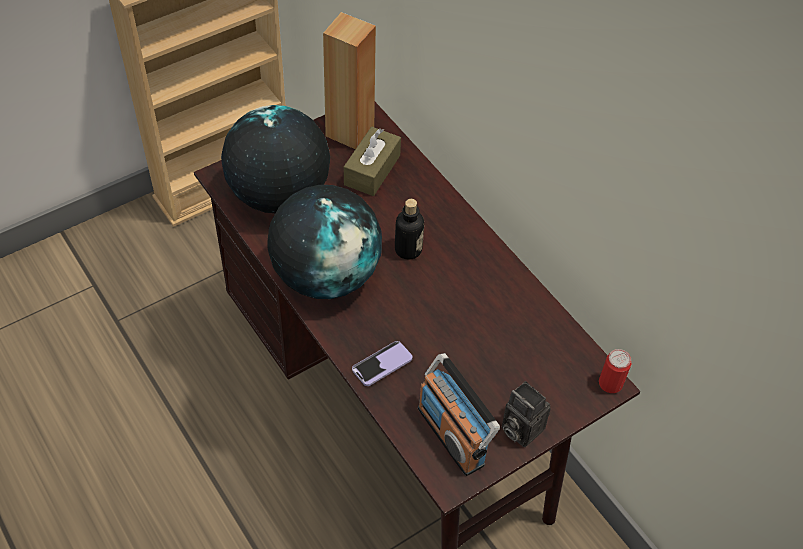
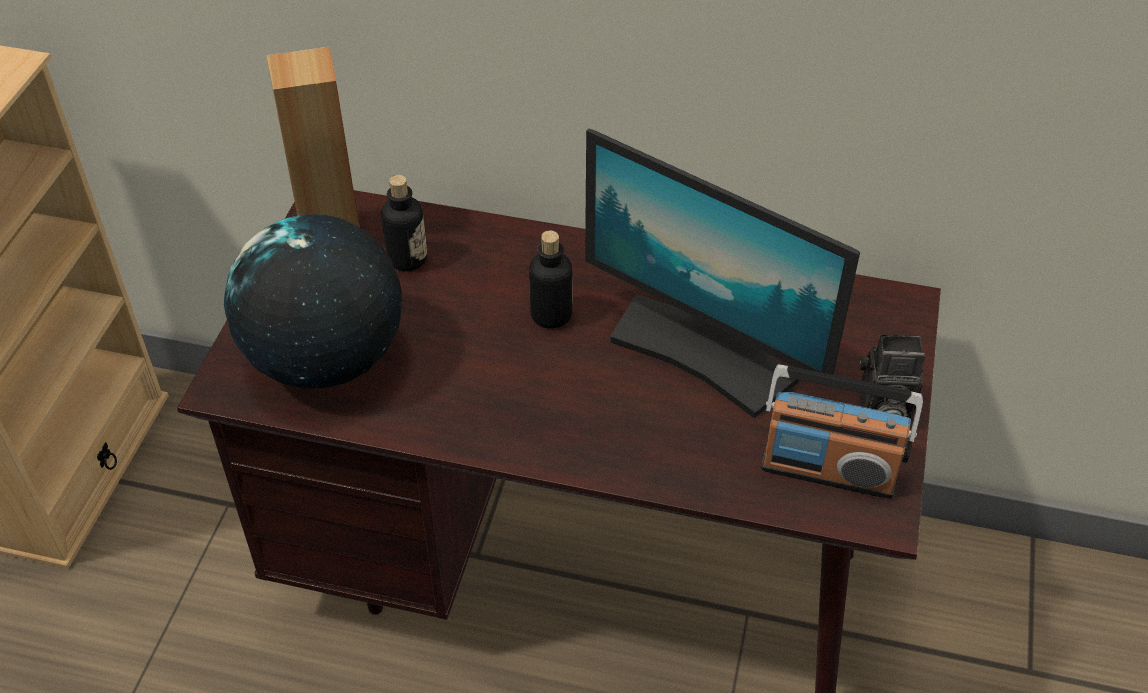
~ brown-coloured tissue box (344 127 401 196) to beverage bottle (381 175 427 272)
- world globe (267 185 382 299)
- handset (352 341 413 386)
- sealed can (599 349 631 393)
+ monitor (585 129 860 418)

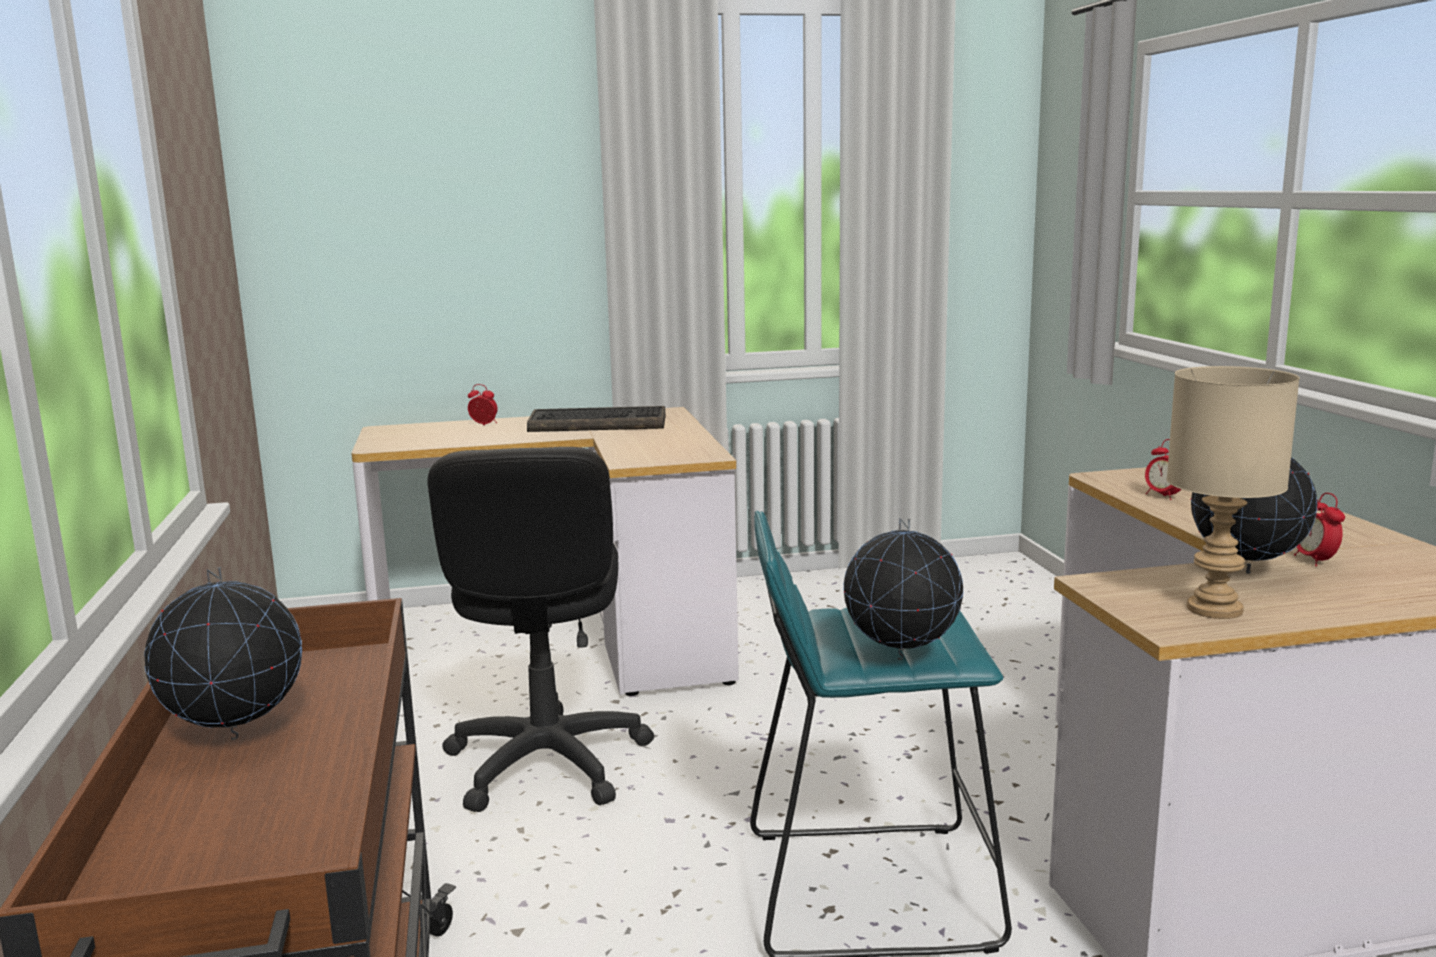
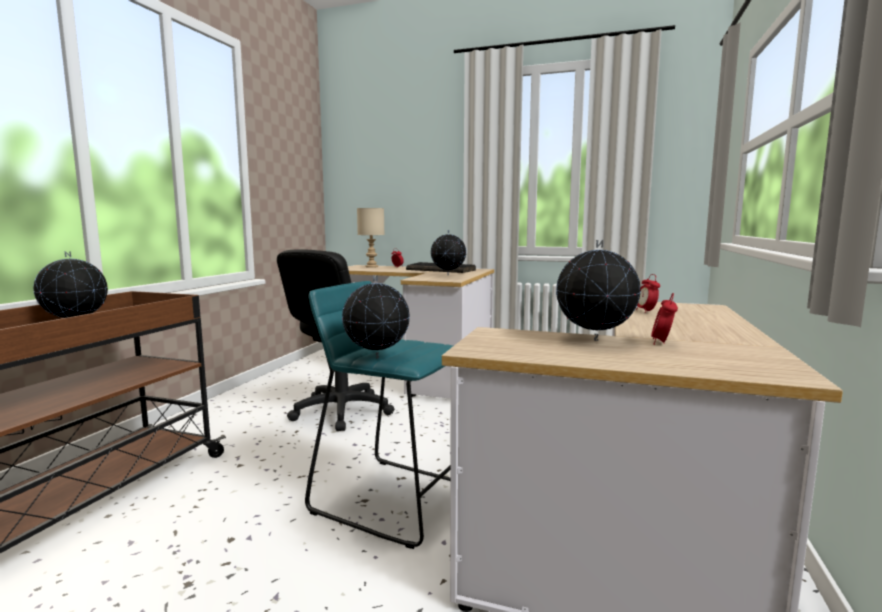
~ beige tabletop lamp (1167 366 1300 619) to (357 208 384 268)
+ world globe (431 230 466 275)

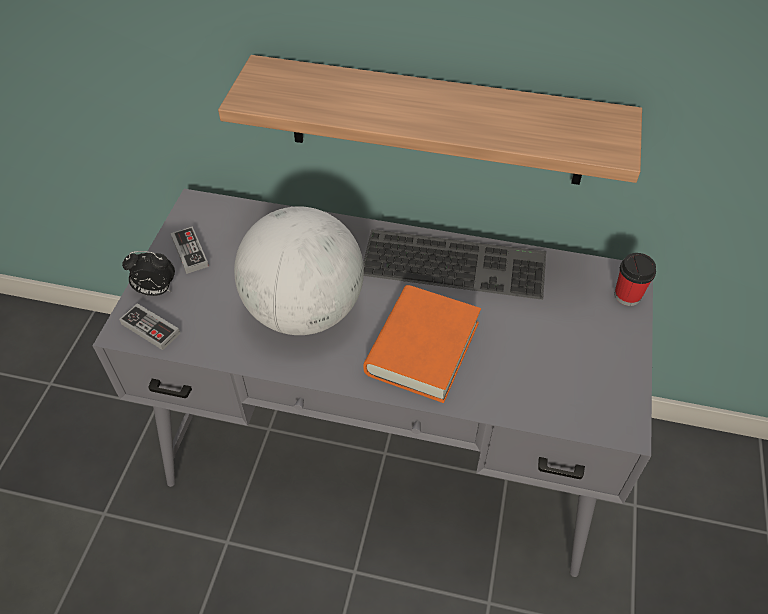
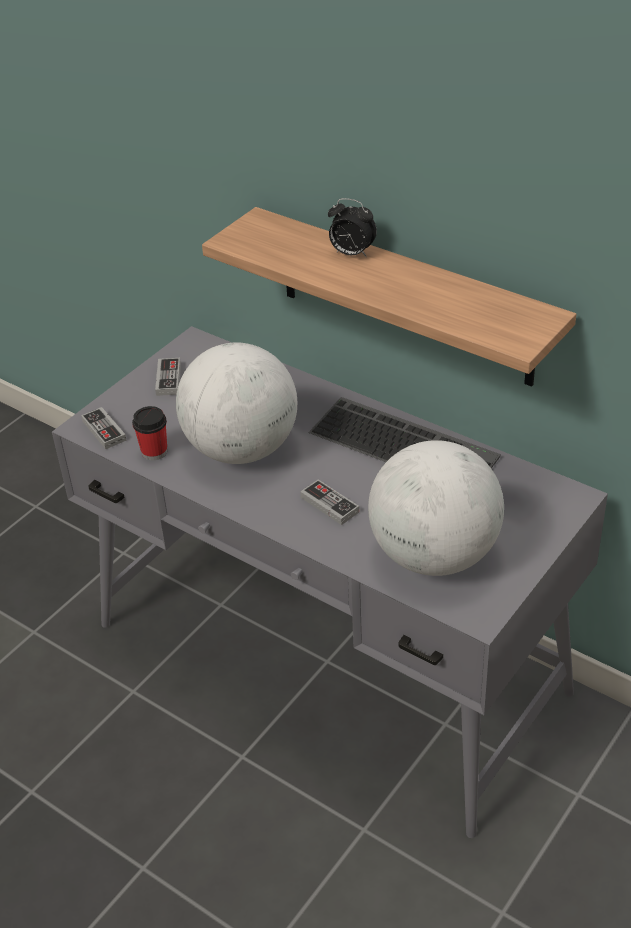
~ table clock (122 251 175 296) to (328 198 377 258)
~ small cup (614 253 656 306) to (132 406 167 460)
~ orange volume (363 285 481 403) to gamepad (300 480 359 525)
+ world globe (368 440 504 576)

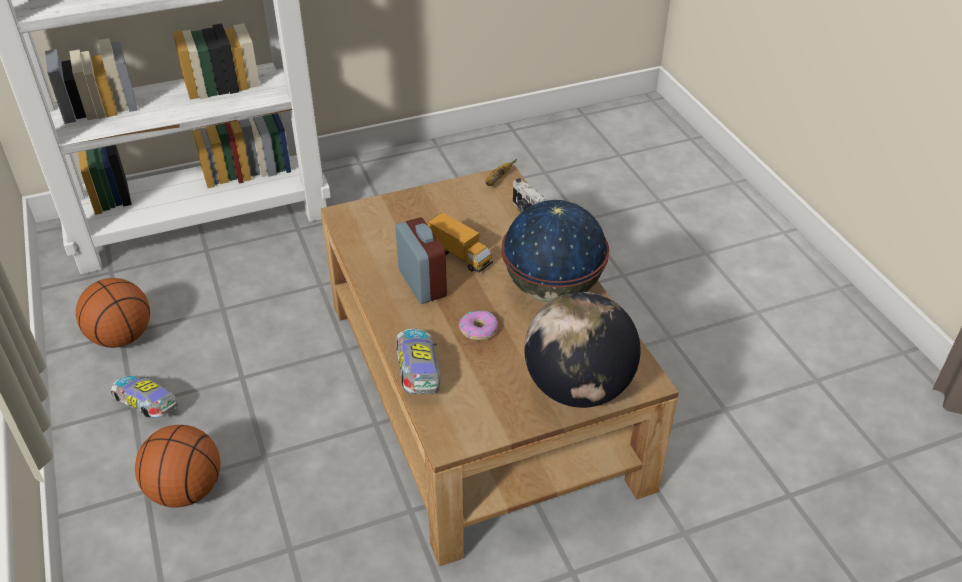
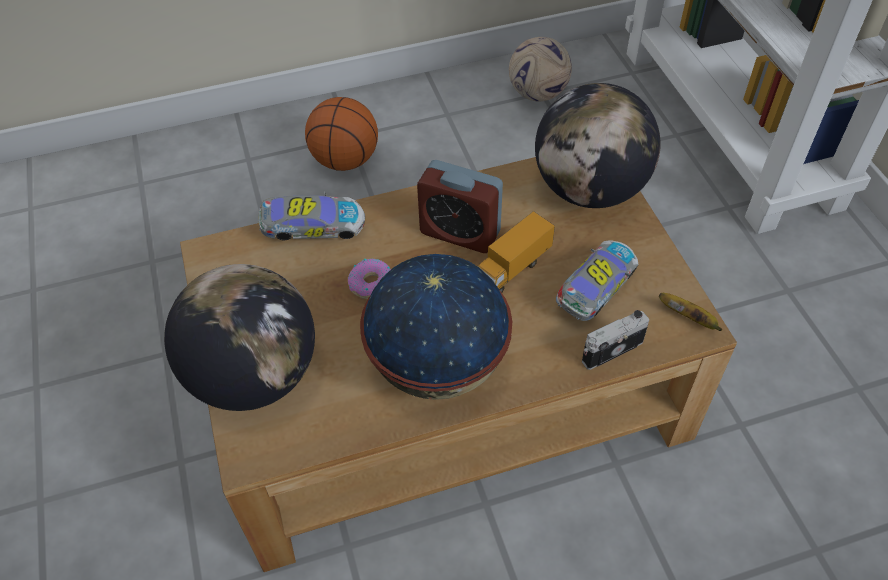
~ table clock (395 217 447 304) = (417 160 503 253) 45 degrees clockwise
~ basketball (76 278 150 348) to ball for football (509 37 572 101)
~ model car (111 375 178 418) to (556 240 639 321)
+ world globe (535 83 661 208)

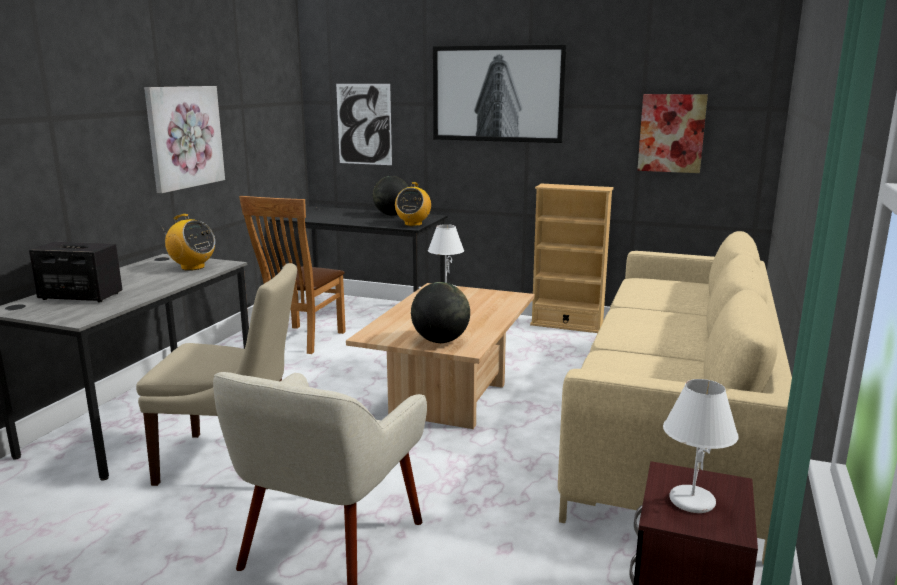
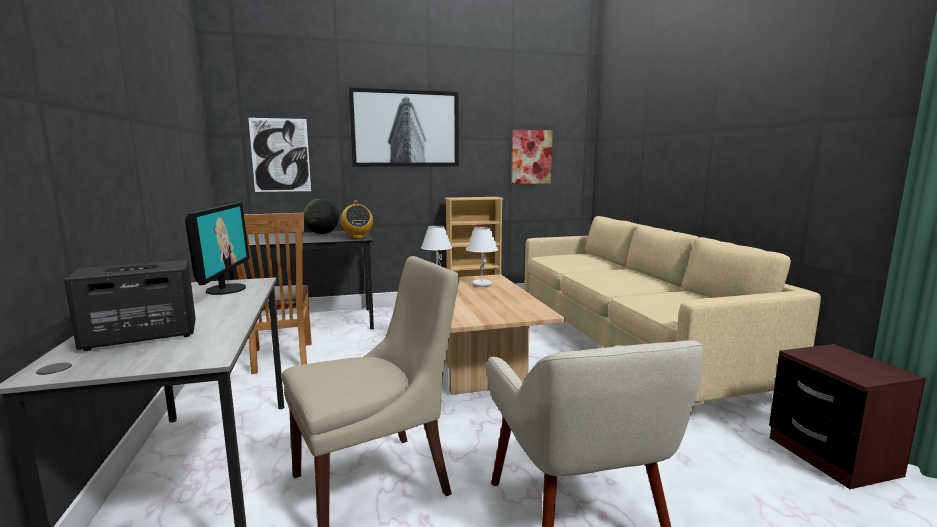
- wall picture (144 86 225 193)
~ radio receiver (160 214 215 271) to monitor (185 202 250 295)
- world globe (411 282 470 343)
~ white-coloured tabletop lamp (663 379 739 513) to (466 227 498 287)

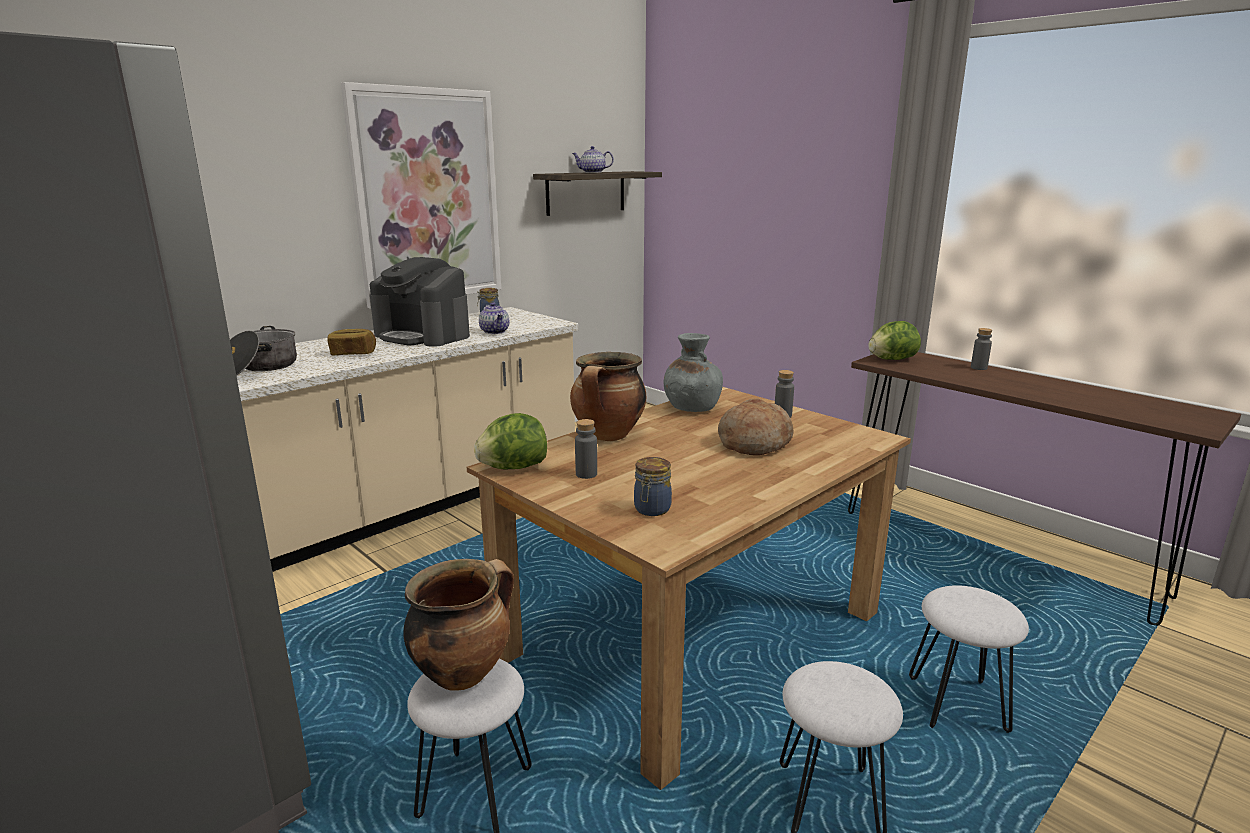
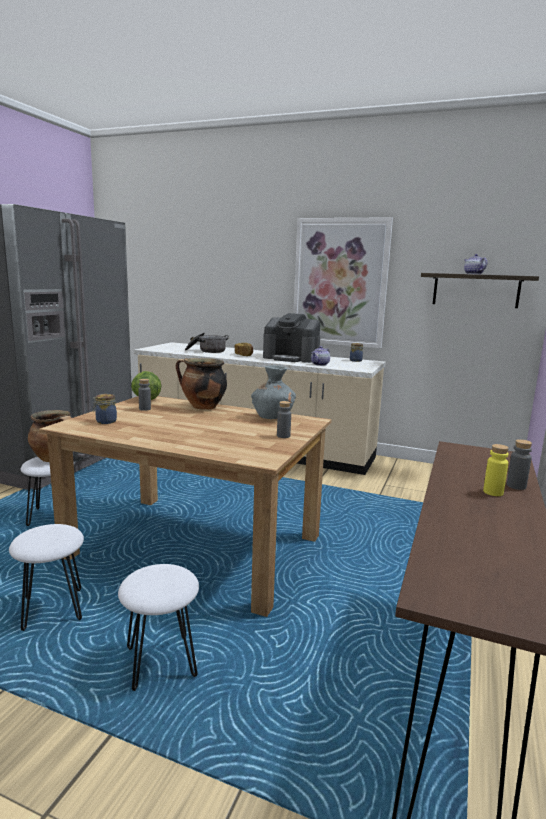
~ coffee maker (370 257 470 347) = (263 313 320 363) 75 degrees counterclockwise
- head of lettuce (868 321 921 360)
- bakery bread (718 399 794 455)
+ yellow beverage bottle (483 444 509 496)

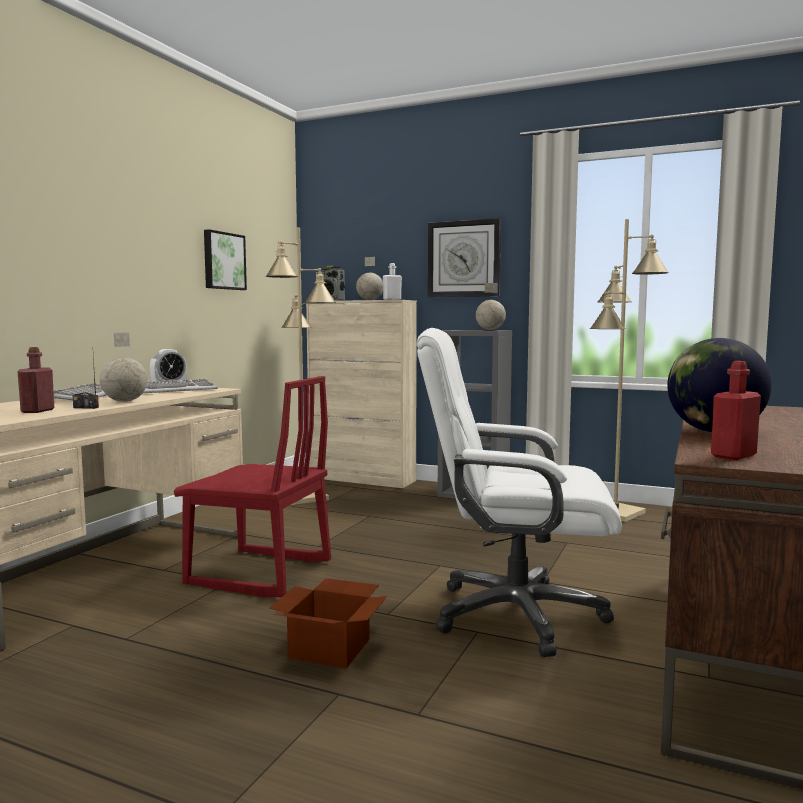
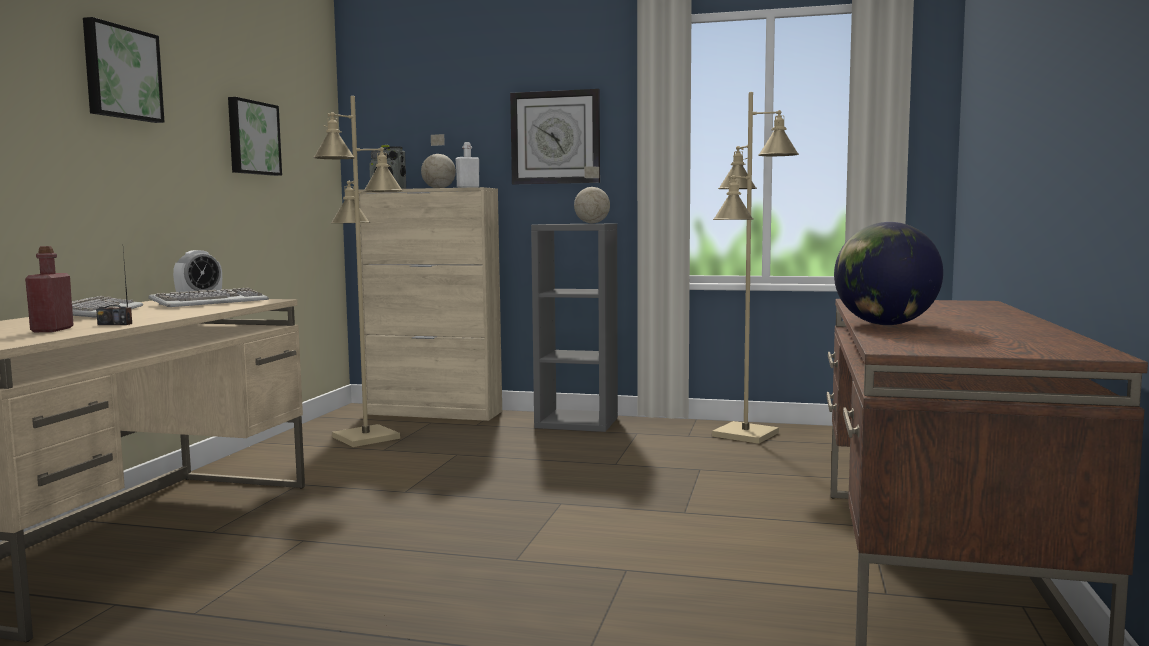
- white-coloured computer chair (417 328 622 657)
- world globe (100 332 148 402)
- reddish beverage bottle (711 361 761 460)
- reddish chair (174 376 331 597)
- packing box (269 578 387 668)
+ wall picture (83 17 165 123)

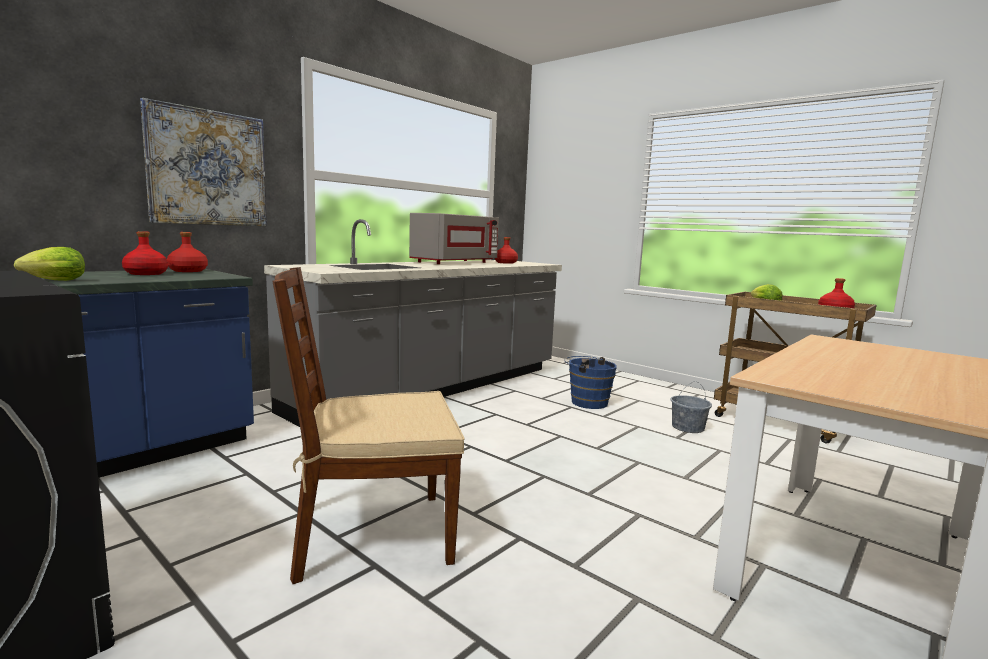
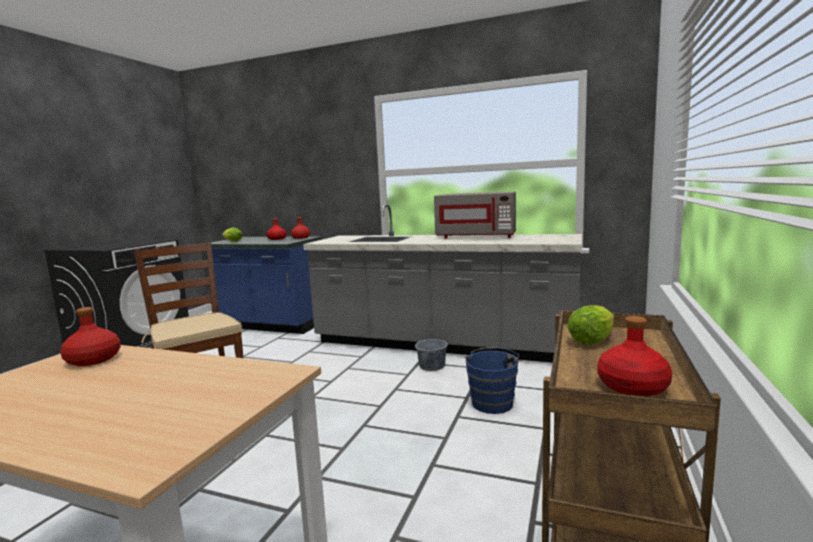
- wall picture (140 98 267 226)
~ reddish beverage bottle (495 237 518 264) to (60 307 121 366)
~ greyish water bucket (670 381 712 433) to (415 328 448 371)

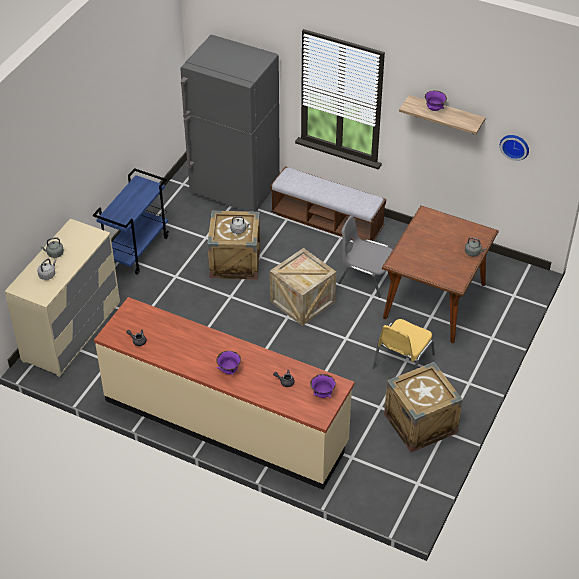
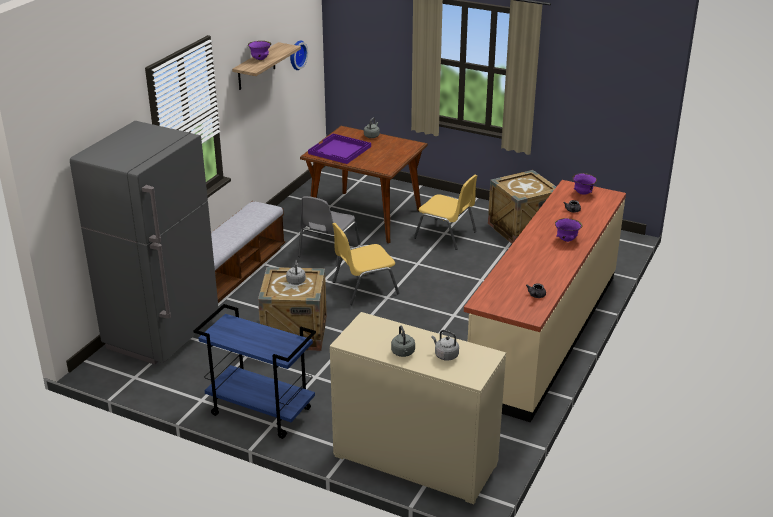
~ crate (270 248 336 326) to yellow chair (332 223 399 305)
+ purplish tray (308 133 371 164)

